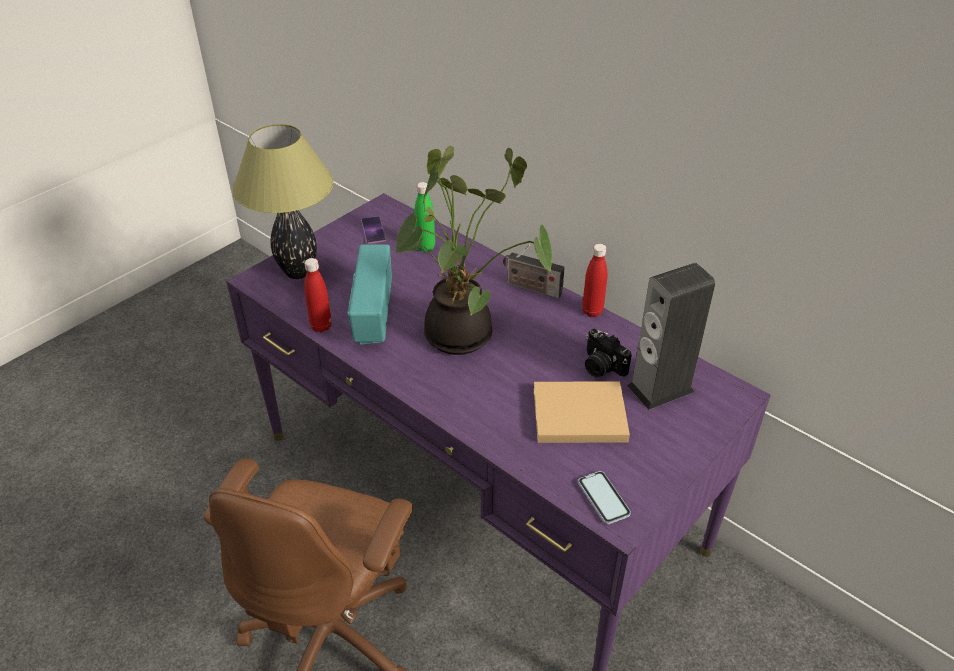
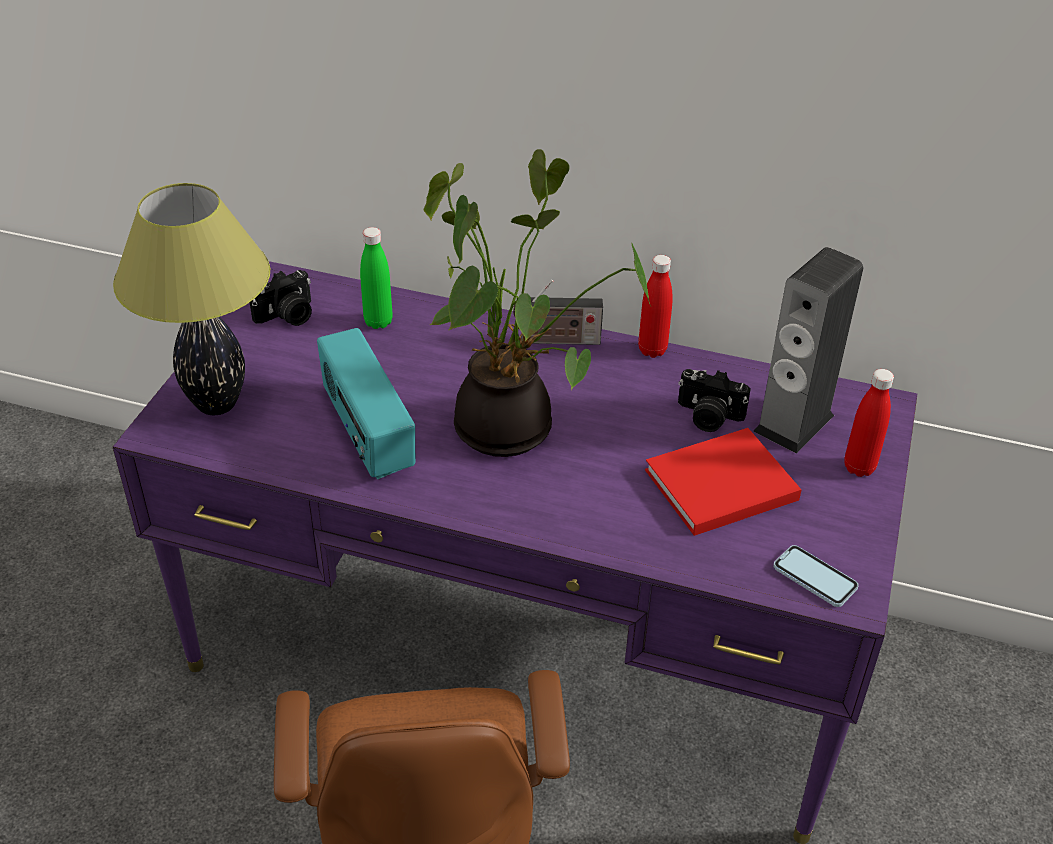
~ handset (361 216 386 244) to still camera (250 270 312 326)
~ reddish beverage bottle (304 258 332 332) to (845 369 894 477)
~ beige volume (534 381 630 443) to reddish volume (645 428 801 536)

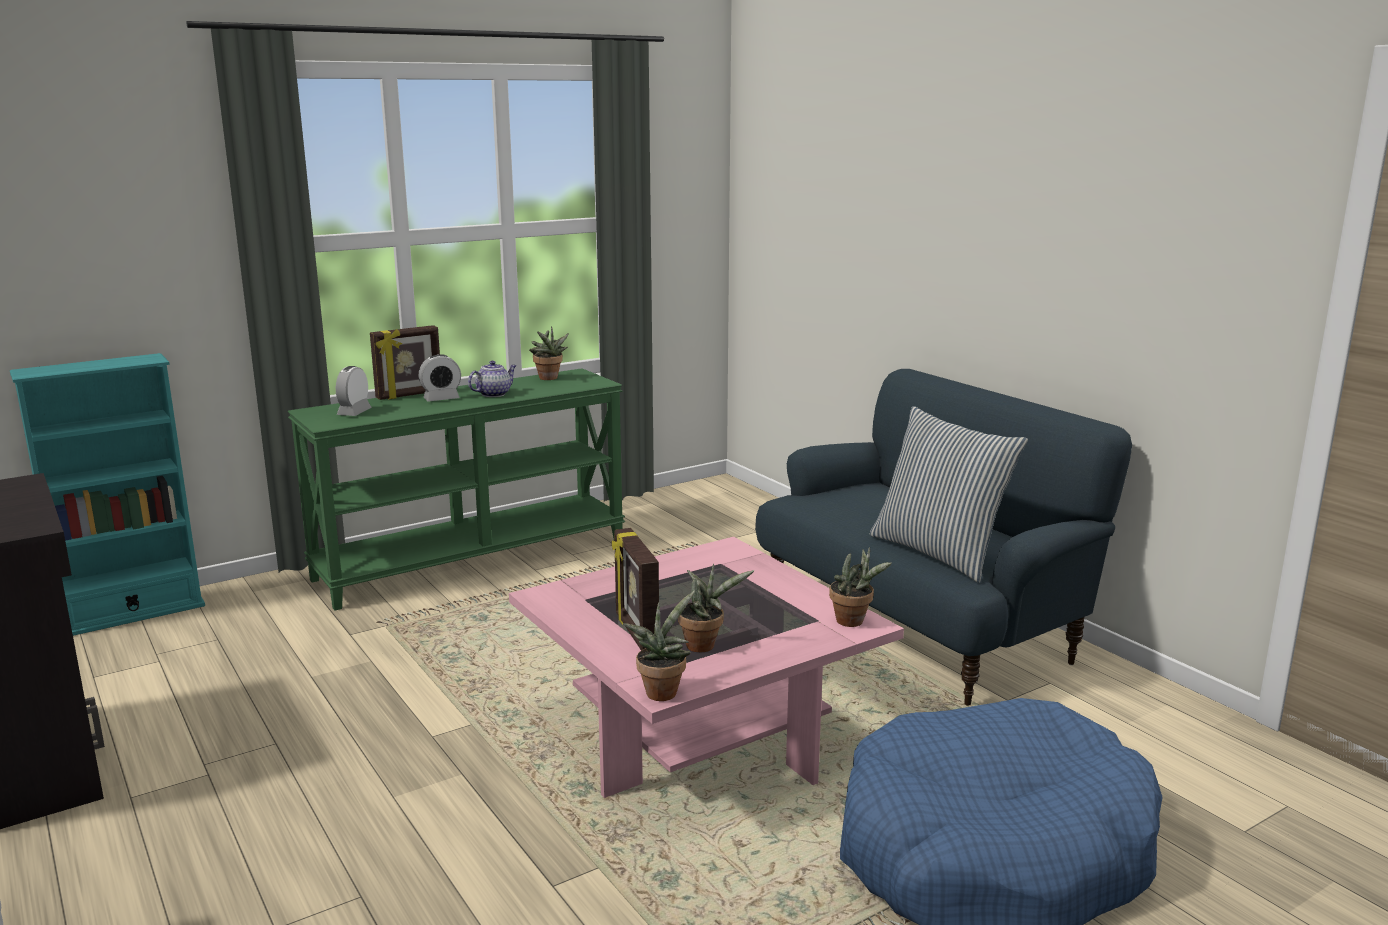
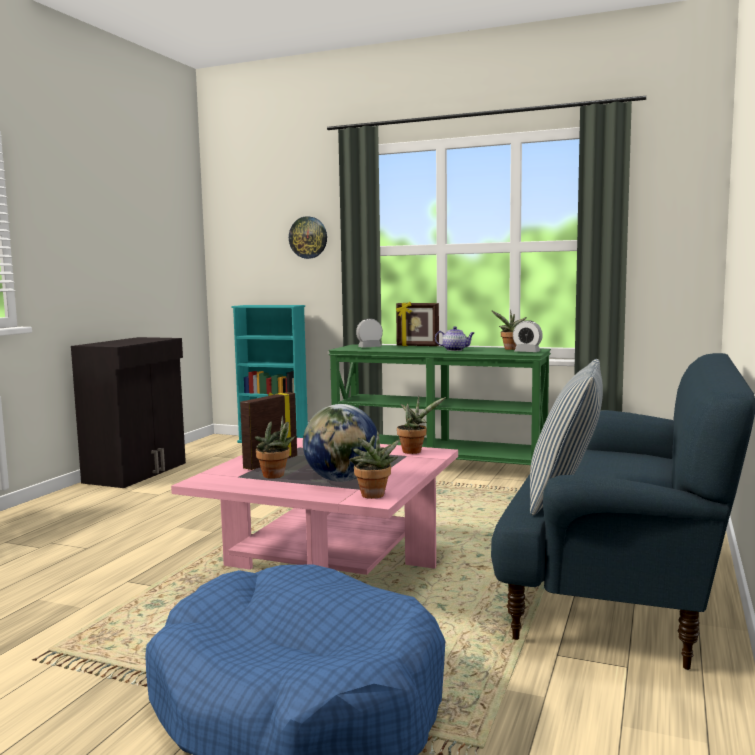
~ table clock (418 355 461 401) to (513 320 543 352)
~ houseplant (623 591 695 701) to (397 396 446 454)
+ wall clock (289 216 327 259)
+ world globe (303 404 377 482)

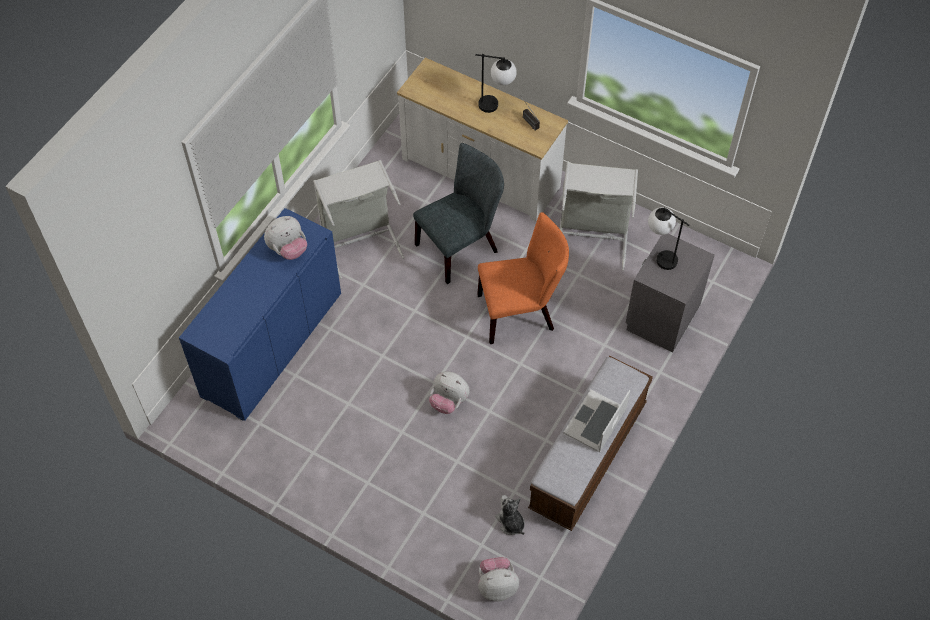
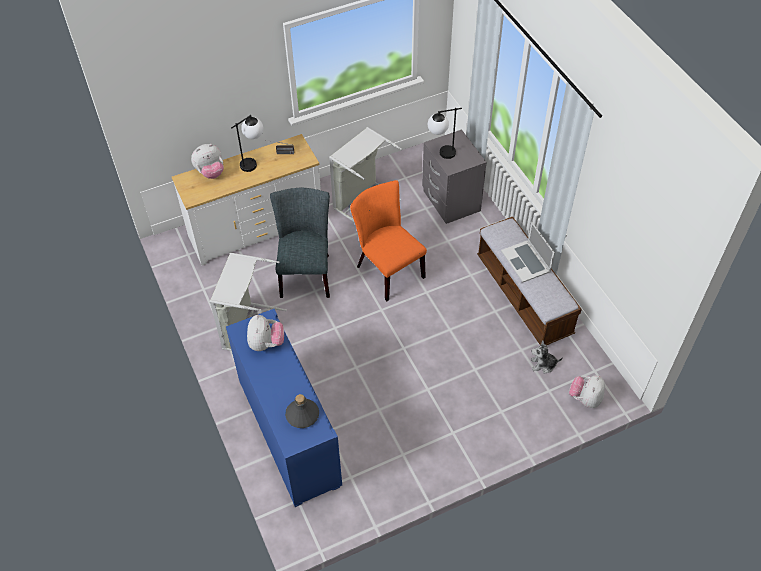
~ orange chair (477 212 569 344) = (350 180 427 301) 60 degrees counterclockwise
~ soft toy (429 371 470 414) to (191 144 224 179)
+ greyish beverage bottle (285 394 319 428)

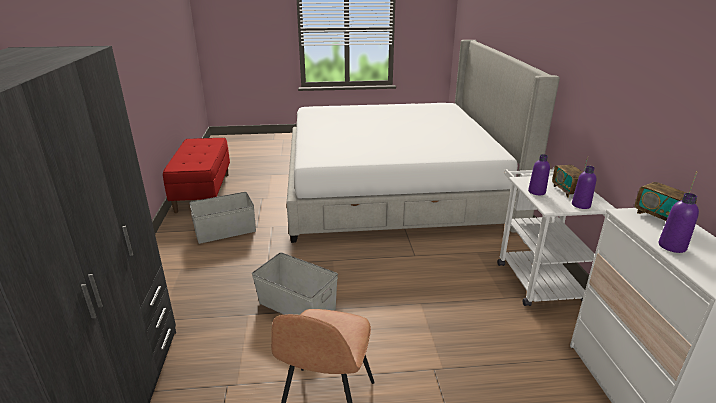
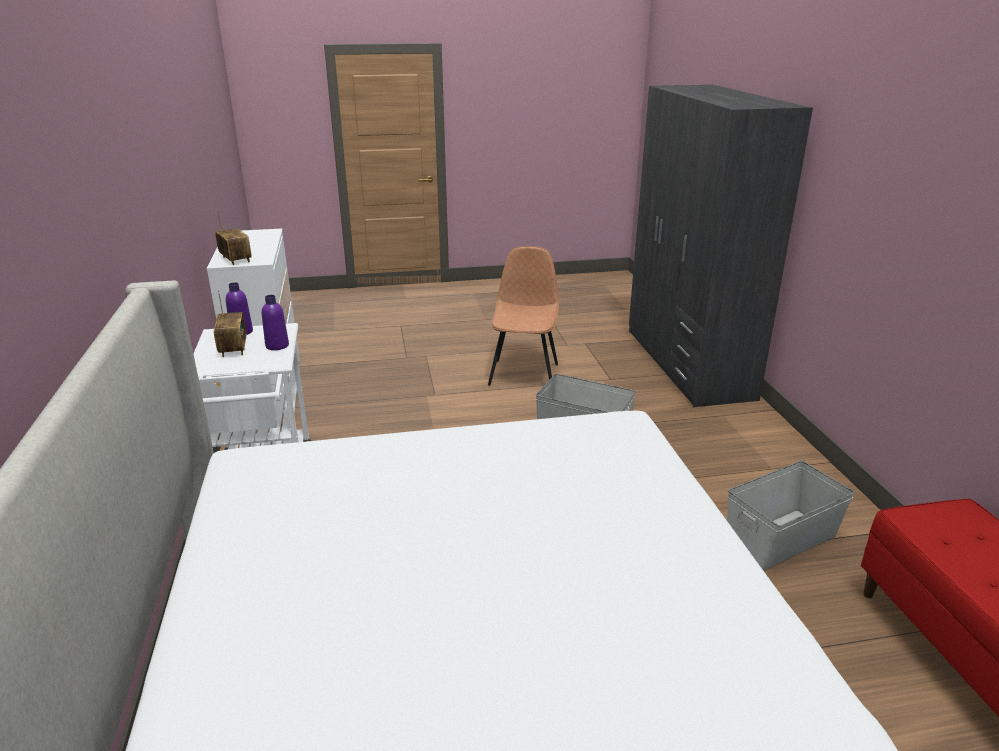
- purplish beverage bottle (659 193 699 253)

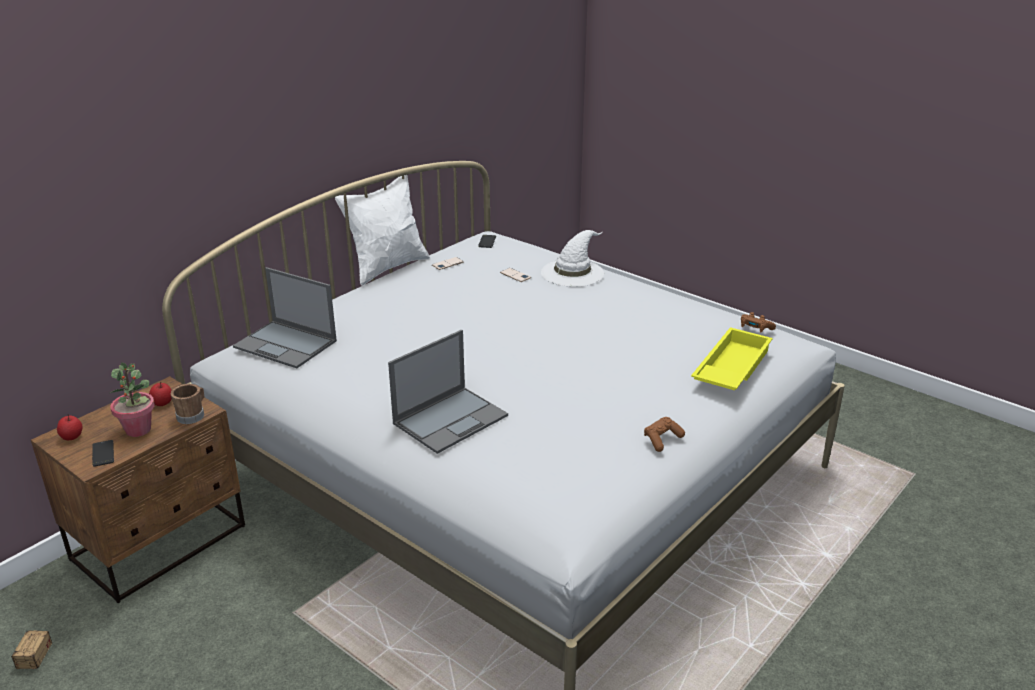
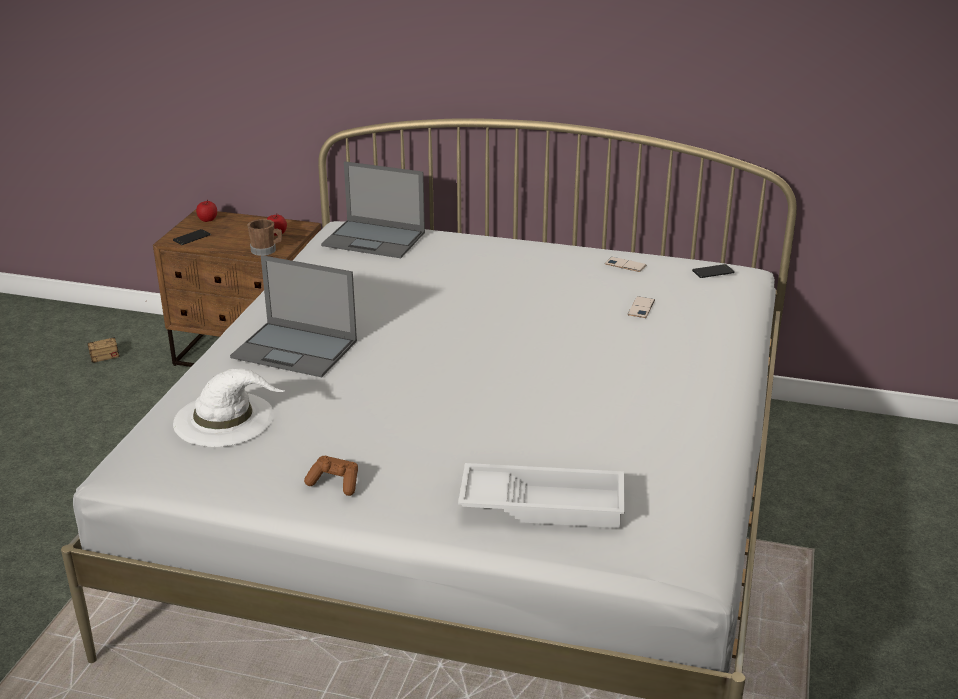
- white-coloured pillow (335 175 430 286)
~ white-coloured hat (541 230 604 287) to (173 368 284 447)
~ notebook computer (233 267 337 368) = (321 161 425 258) 75 degrees counterclockwise
- brown-coloured gamepad (741 312 776 332)
~ yellow tray (691 327 773 391) to white-coloured tray (458 463 625 528)
- houseplant (110 362 155 437)

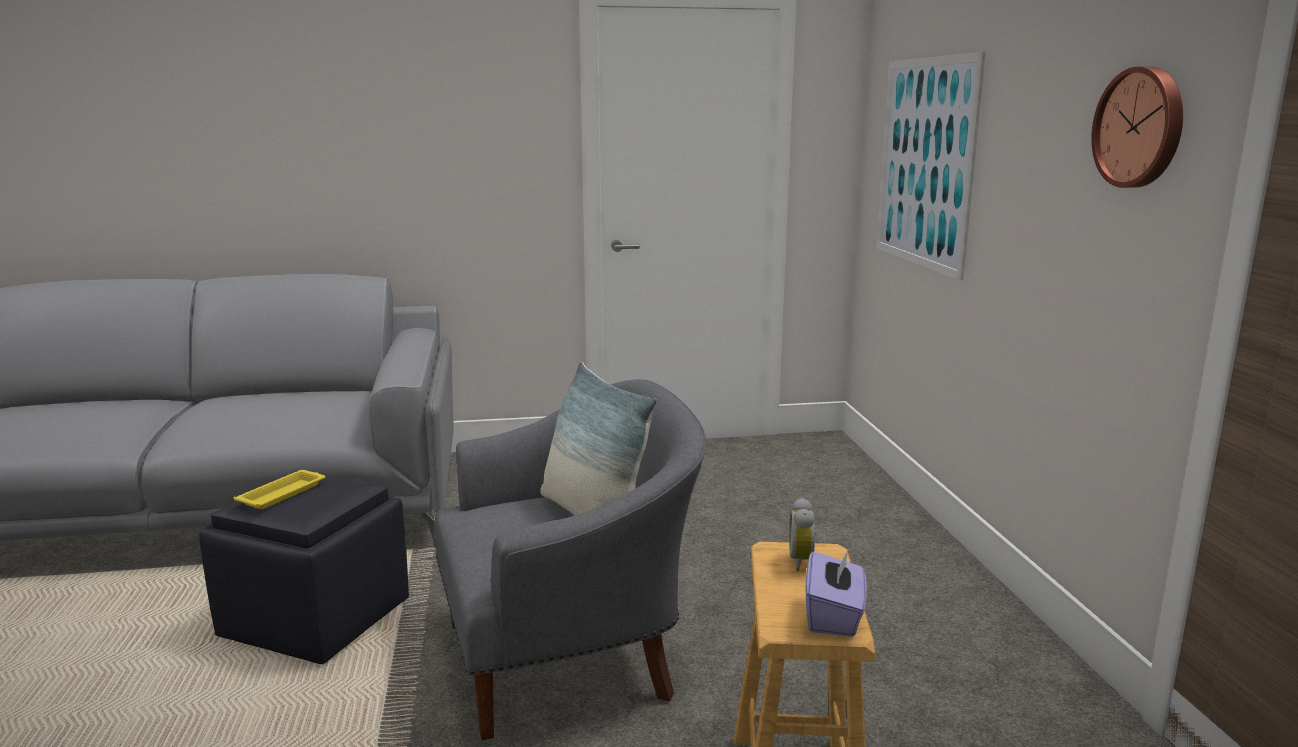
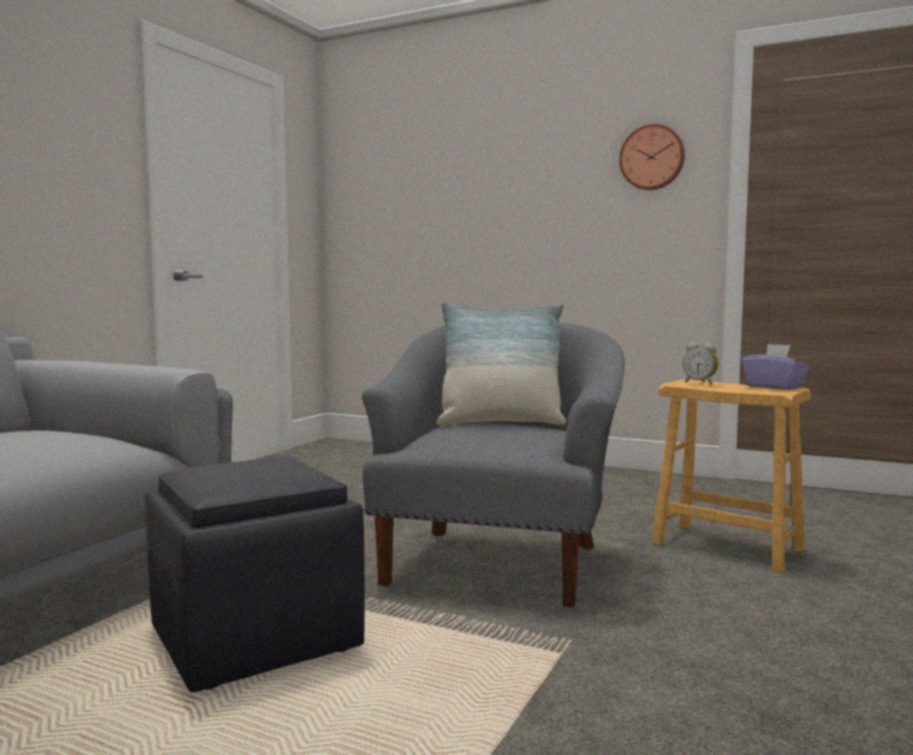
- wall picture (876 52 986 281)
- yellow tray (234 470 325 509)

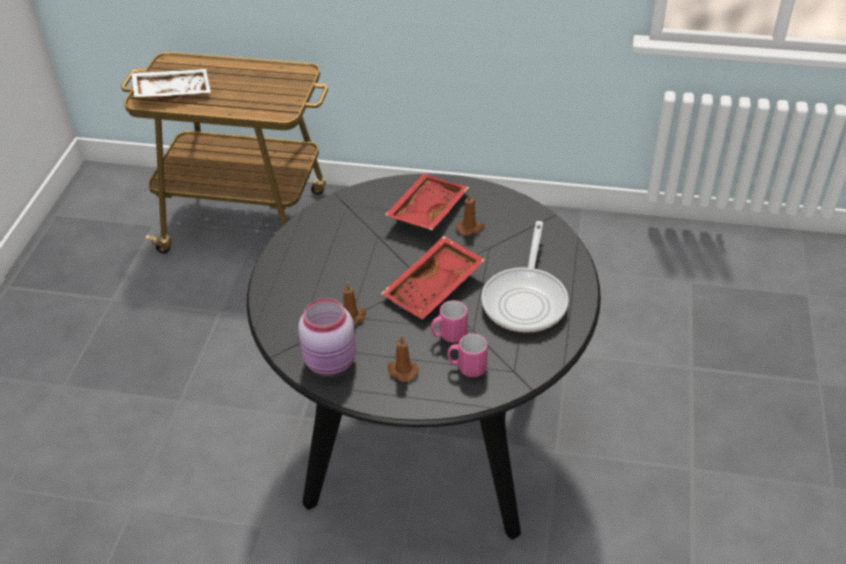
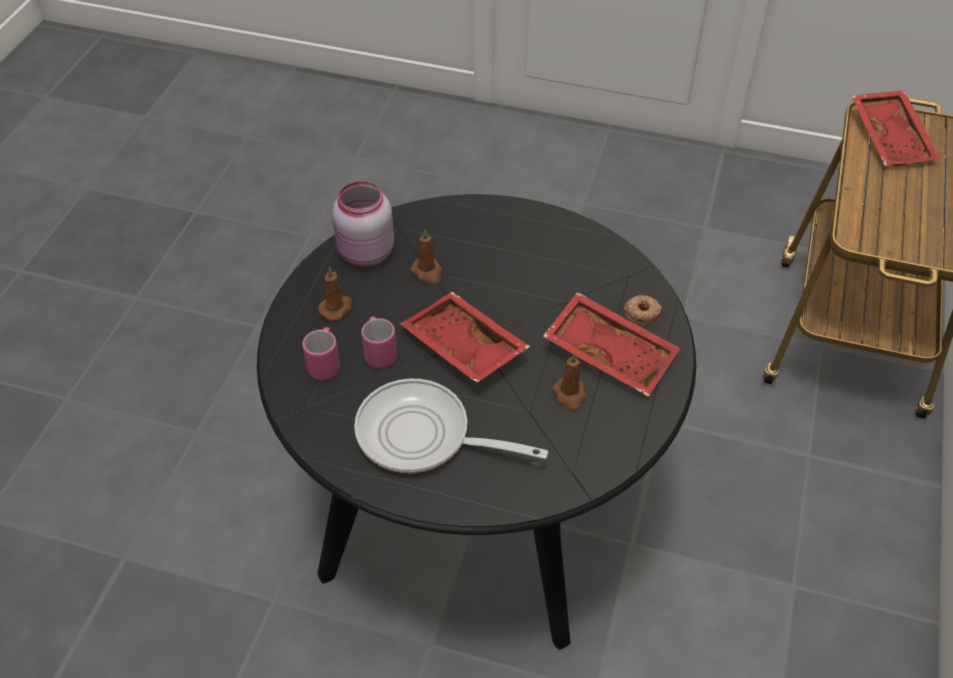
~ white-coloured tray (132 69 211 101) to reddish tray (852 90 941 166)
+ ring doughnut (624 295 662 325)

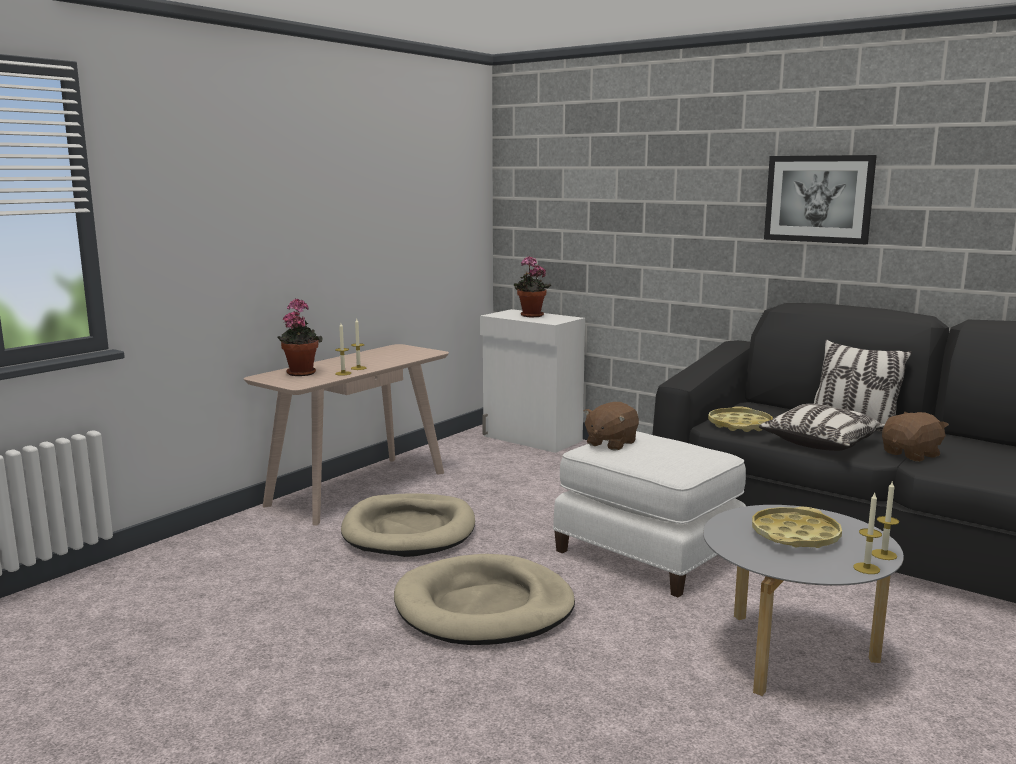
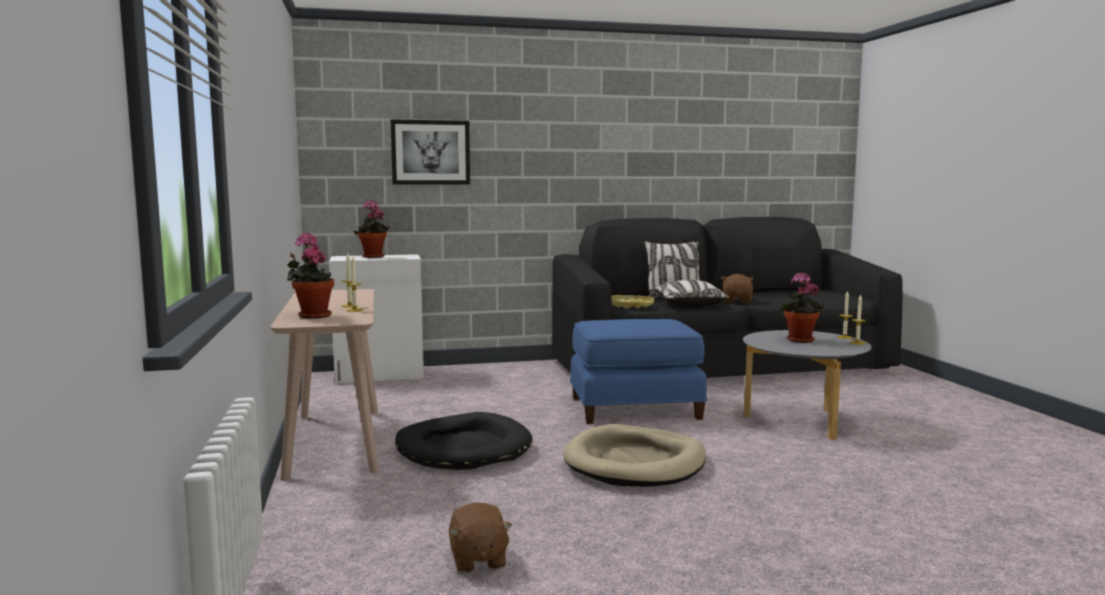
~ wall picture (764 155 877 244) to (390 119 470 185)
~ brown-coloured soft toy (584 402 639 451) to (449 502 512 573)
~ white-coloured pouffe (553 431 746 597) to blue pouffe (570 319 707 424)
~ beige dog bed (341 493 475 557) to black dog bed (395 412 533 470)
~ yellow tray (752 507 842 548) to houseplant (779 272 826 343)

